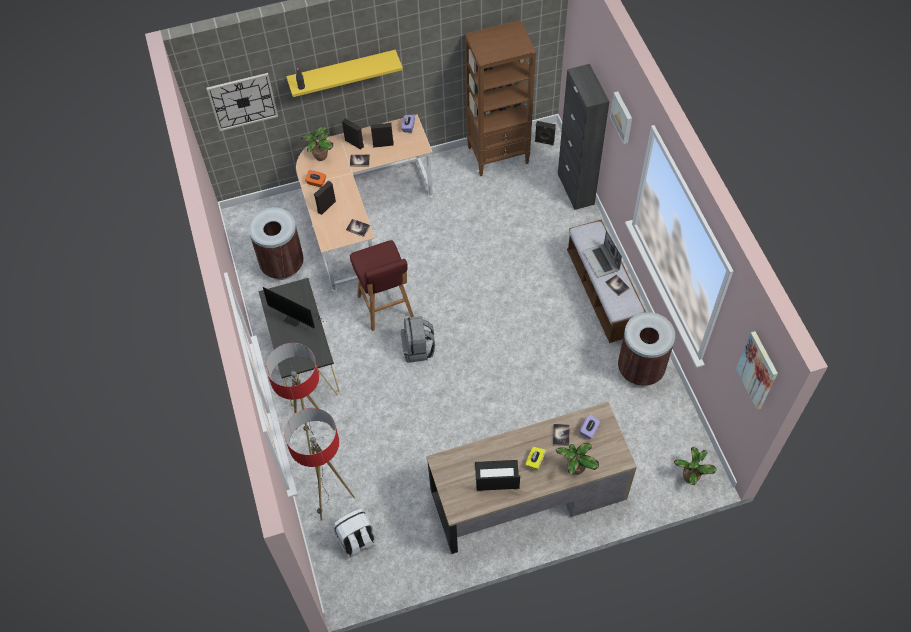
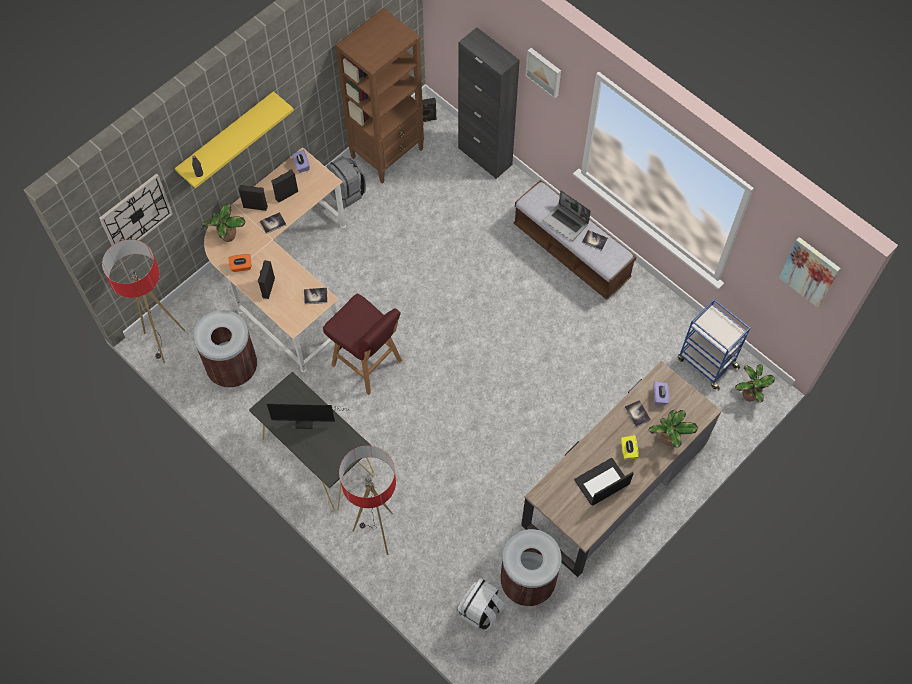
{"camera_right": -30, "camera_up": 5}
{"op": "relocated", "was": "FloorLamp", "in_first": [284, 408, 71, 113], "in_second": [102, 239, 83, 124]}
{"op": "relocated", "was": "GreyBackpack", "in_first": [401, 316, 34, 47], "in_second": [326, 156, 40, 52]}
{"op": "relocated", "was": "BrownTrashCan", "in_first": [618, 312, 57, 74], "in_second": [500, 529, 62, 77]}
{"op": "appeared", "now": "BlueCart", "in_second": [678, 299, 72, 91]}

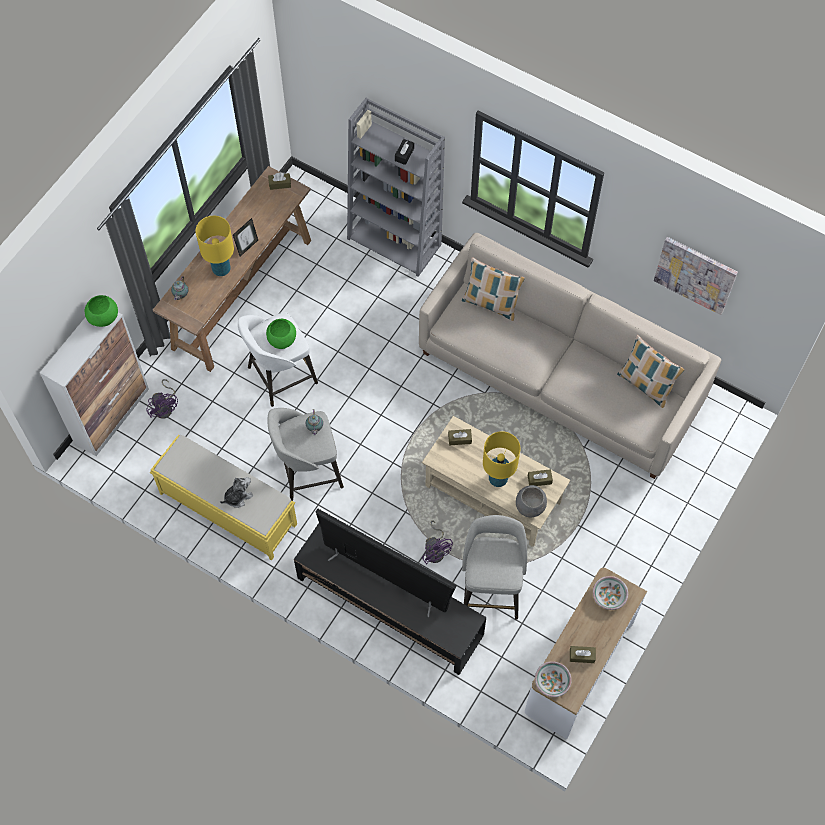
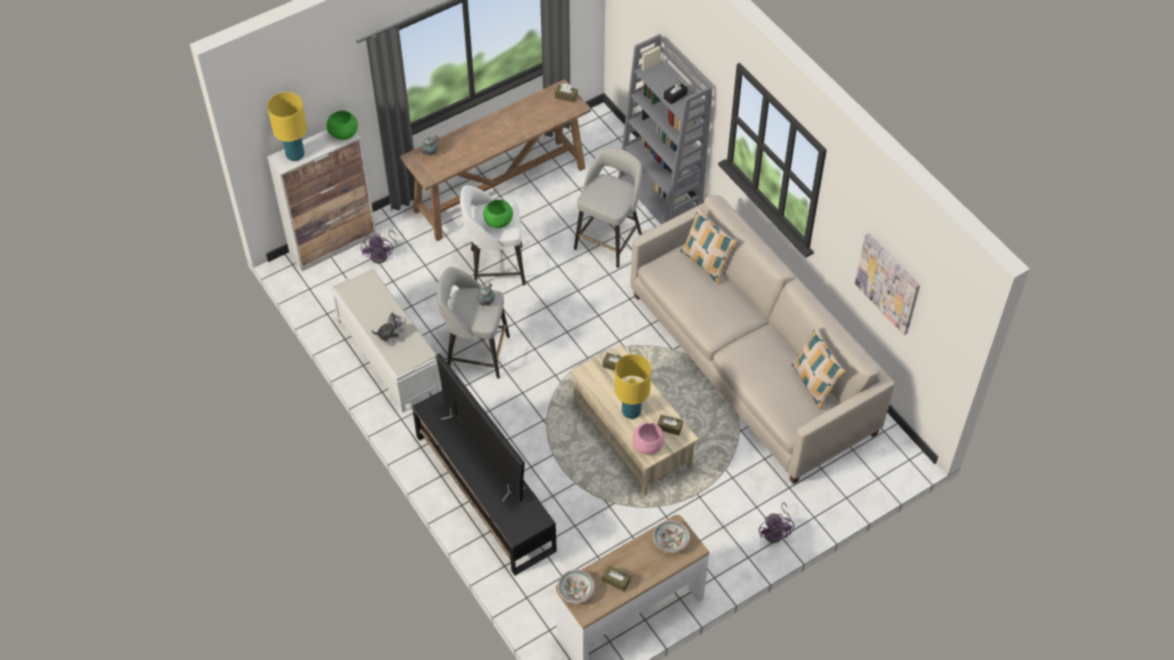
{"camera_right": 25, "camera_up": -10}
{"op": "colour", "was": "YellowBench", "now": "WhiteBench", "in_first": [150, 435, 147, 126], "in_second": [330, 269, 112, 144]}
{"op": "relocated", "was": "YellowTableLamp", "in_first": [195, 216, 39, 60], "in_second": [267, 92, 40, 69]}
{"op": "missing", "was": "PictureFrame", "in_first": [233, 218, 25, 38]}
{"op": "relocated", "was": "PurpleFan", "in_first": [422, 521, 31, 44], "in_second": [759, 502, 35, 41]}
{"op": "relocated", "was": "GreyStool", "in_first": [462, 515, 65, 105], "in_second": [574, 147, 68, 121]}
{"op": "colour", "was": "GreyBowl", "now": "PinkBowl", "in_first": [516, 485, 31, 32], "in_second": [632, 423, 33, 32]}

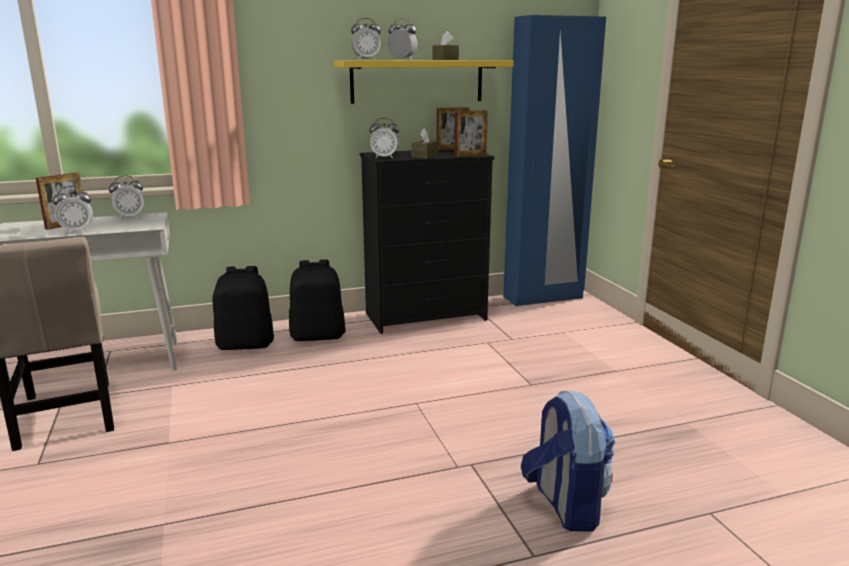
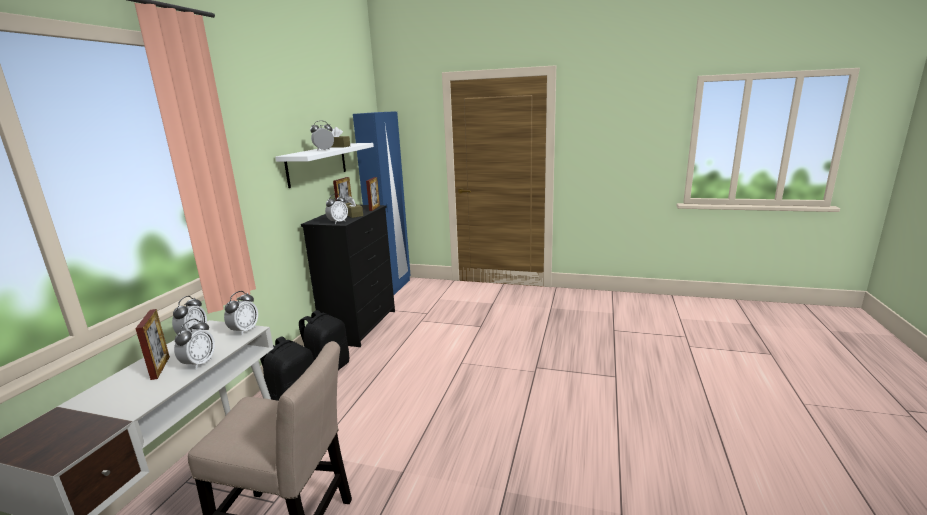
{"camera_right": -55, "camera_up": 0}
{"op": "colour", "was": "YellowShelf", "now": "WhiteShelf", "in_first": [334, 60, 180, 44], "in_second": [275, 143, 99, 45]}
{"op": "relocated", "was": "AlarmClock", "in_first": [351, 18, 30, 42], "in_second": [224, 291, 34, 44]}
{"op": "missing", "was": "Backpack", "in_first": [521, 391, 95, 141]}

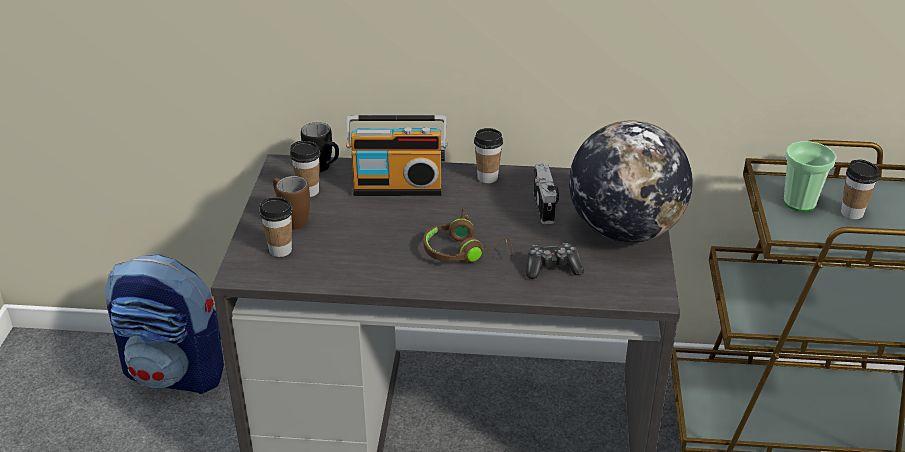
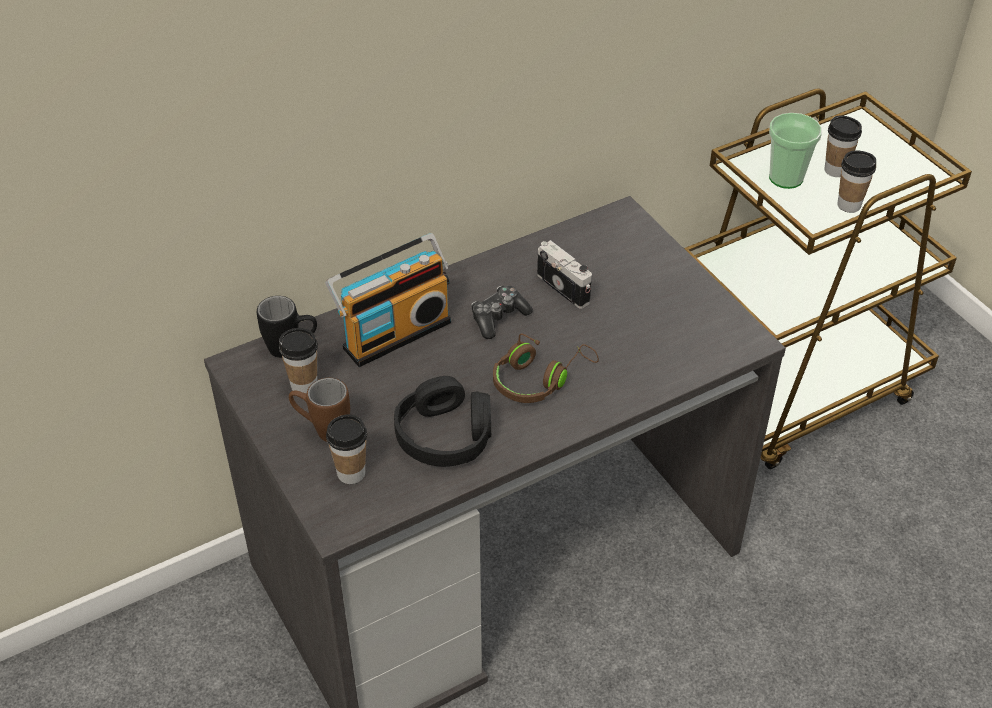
{"camera_right": -35, "camera_up": 10}
{"op": "missing", "was": "Backpack", "in_first": [105, 255, 119, 139]}
{"op": "relocated", "was": "Cup", "in_first": [474, 128, 29, 55], "in_second": [838, 150, 38, 63]}
{"op": "relocated", "was": "GameController", "in_first": [526, 243, 58, 36], "in_second": [471, 286, 62, 53]}
{"op": "missing", "was": "Globe", "in_first": [569, 121, 123, 122]}
{"op": "appeared", "now": "BlackHeadphones", "in_second": [394, 376, 97, 91]}

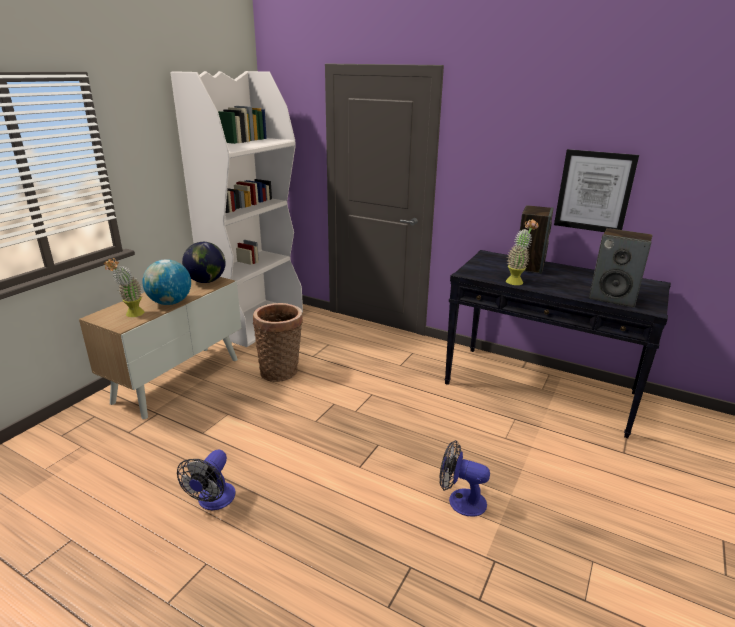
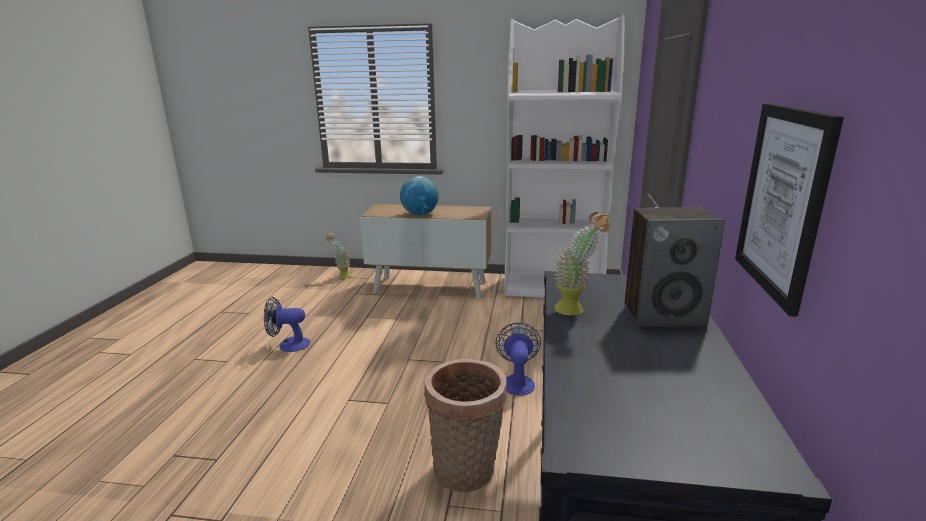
{"camera_right": 70, "camera_up": -5}
{"op": "relocated", "was": "PottedPlant", "in_first": [104, 258, 40, 59], "in_second": [326, 233, 25, 46]}
{"op": "missing", "was": "Globe", "in_first": [182, 242, 44, 41]}
{"op": "relocated", "was": "Basket", "in_first": [253, 303, 50, 79], "in_second": [424, 359, 83, 133]}
{"op": "relocated", "was": "Fan", "in_first": [440, 440, 50, 77], "in_second": [495, 323, 46, 73]}
{"op": "missing", "was": "Speaker", "in_first": [589, 228, 64, 80]}

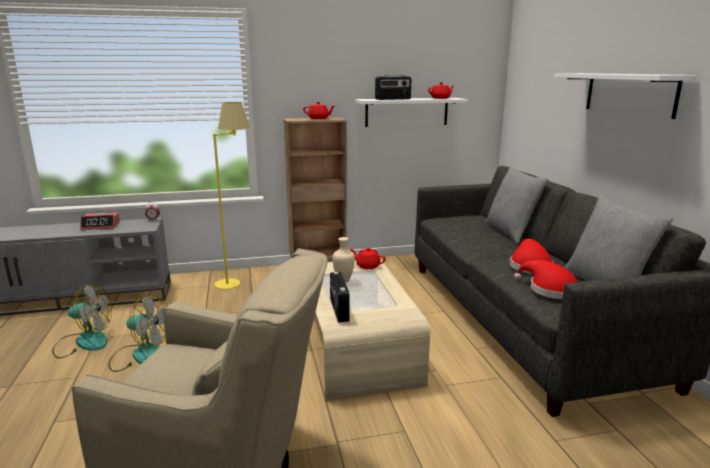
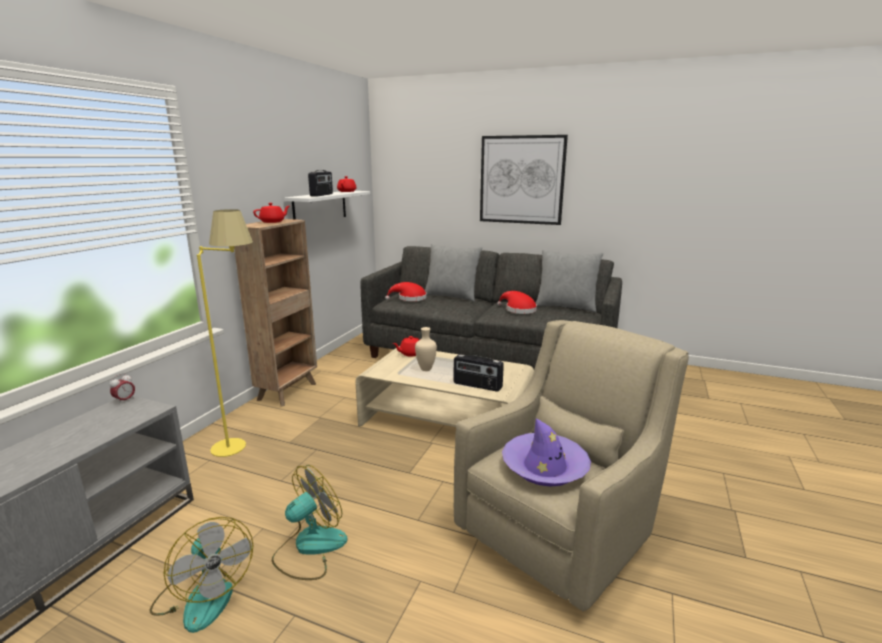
{"camera_right": -55, "camera_up": 0}
{"op": "spun", "was": "Fan", "in_first": [52, 283, 60, 75], "in_second": [149, 517, 104, 116], "clockwise": 105}
{"op": "missing", "was": "AlarmClock", "in_first": [80, 212, 40, 18]}
{"op": "relocated", "was": "RedHat", "in_first": [514, 260, 64, 39], "in_second": [385, 282, 42, 19]}
{"op": "exchanged", "was": "WhiteShelf", "now": "Picture", "in_first": [554, 73, 143, 46], "in_second": [480, 135, 88, 90]}
{"op": "appeared", "now": "PurpleHat", "in_second": [502, 418, 89, 69]}

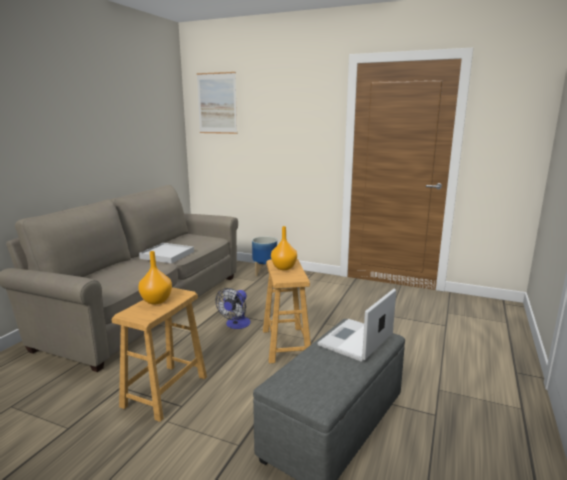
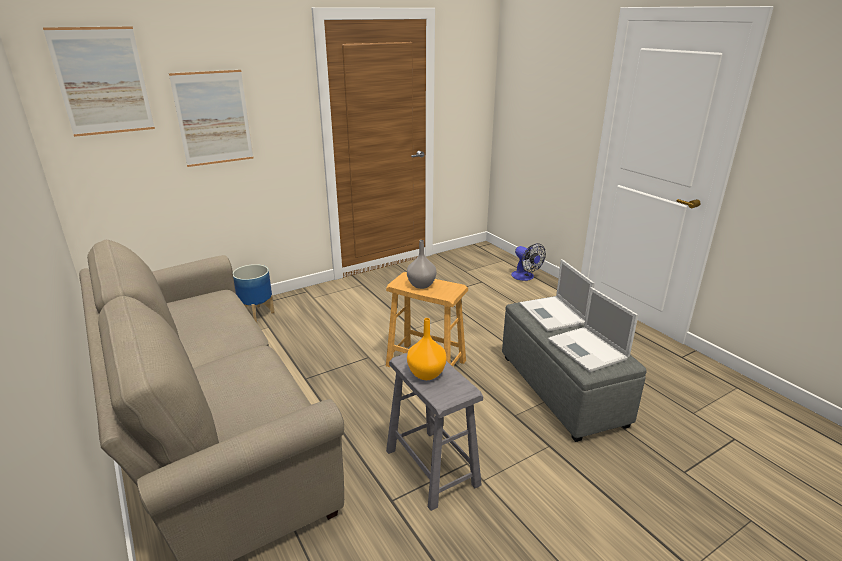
{"camera_right": -55, "camera_up": 10}
{"op": "colour", "was": "BrownStool", "now": "GreyStool", "in_first": [112, 287, 95, 135], "in_second": [386, 353, 97, 158]}
{"op": "missing", "was": "WhiteTray", "in_first": [139, 243, 55, 21]}
{"op": "relocated", "was": "Fan", "in_first": [215, 288, 35, 41], "in_second": [511, 243, 35, 38]}
{"op": "colour", "was": "OrangeVase", "now": "GreyVase", "in_first": [271, 226, 26, 44], "in_second": [407, 240, 30, 49]}
{"op": "appeared", "now": "Picture", "in_second": [169, 70, 85, 97]}
{"op": "appeared", "now": "Laptop", "in_second": [548, 287, 90, 85]}

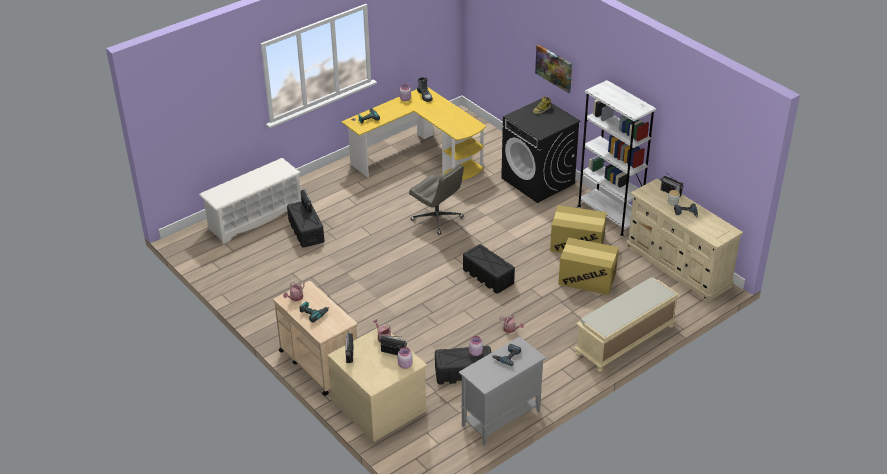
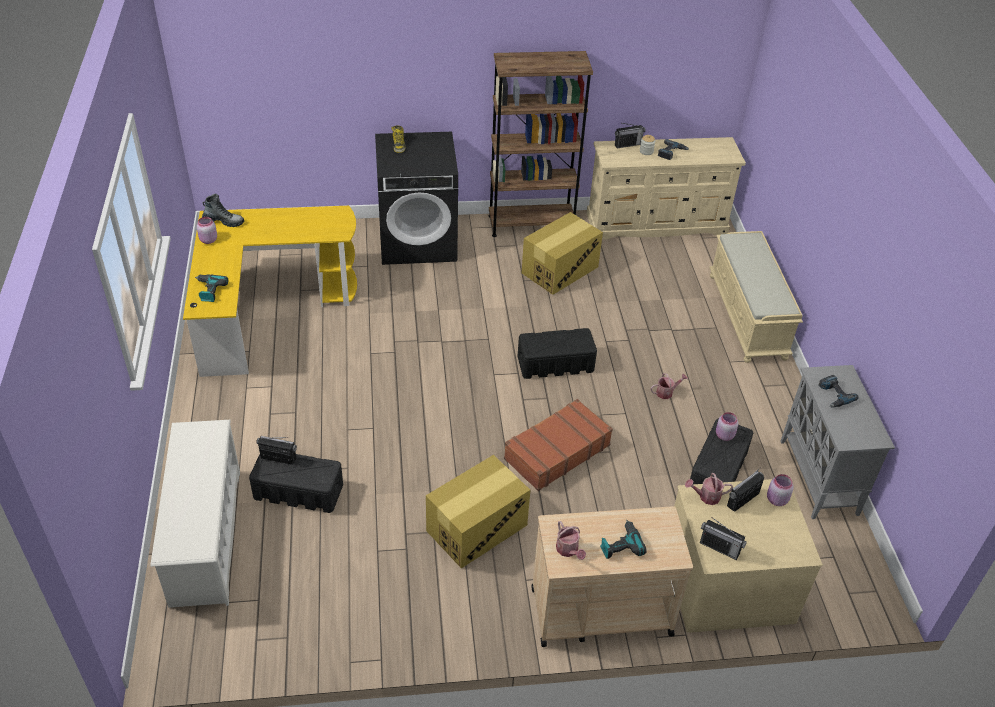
{"camera_right": -60, "camera_up": 5}
{"op": "missing", "was": "GreyOfficeChair", "in_first": [409, 164, 55, 71]}
{"op": "missing", "was": "Picture", "in_first": [535, 44, 37, 49]}
{"op": "relocated", "was": "CardboardBox", "in_first": [558, 237, 61, 58], "in_second": [426, 455, 104, 113]}
{"op": "colour", "was": "WhiteBookcase", "now": "BrownBookcase", "in_first": [578, 80, 78, 156], "in_second": [489, 51, 104, 186]}
{"op": "appeared", "now": "BrownSuitcase", "in_second": [504, 399, 109, 92]}

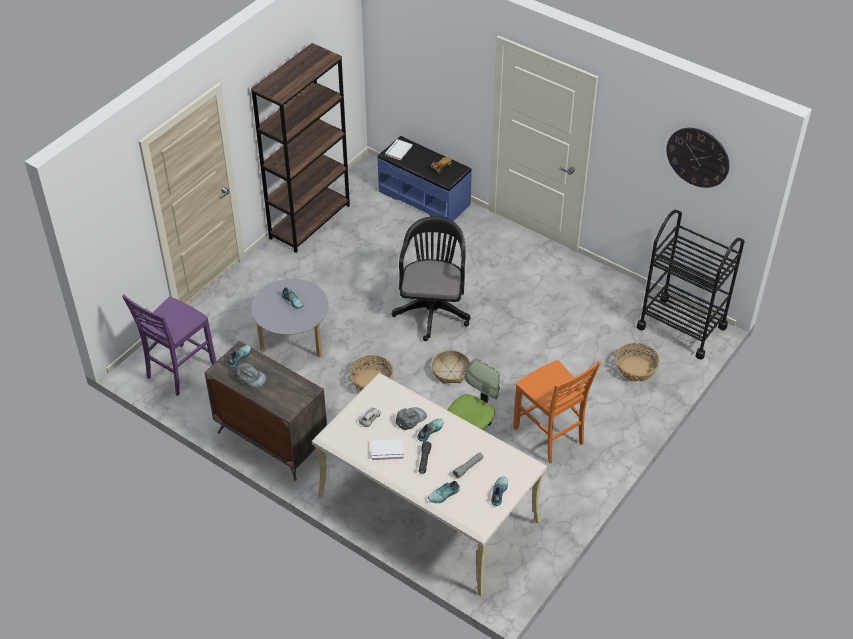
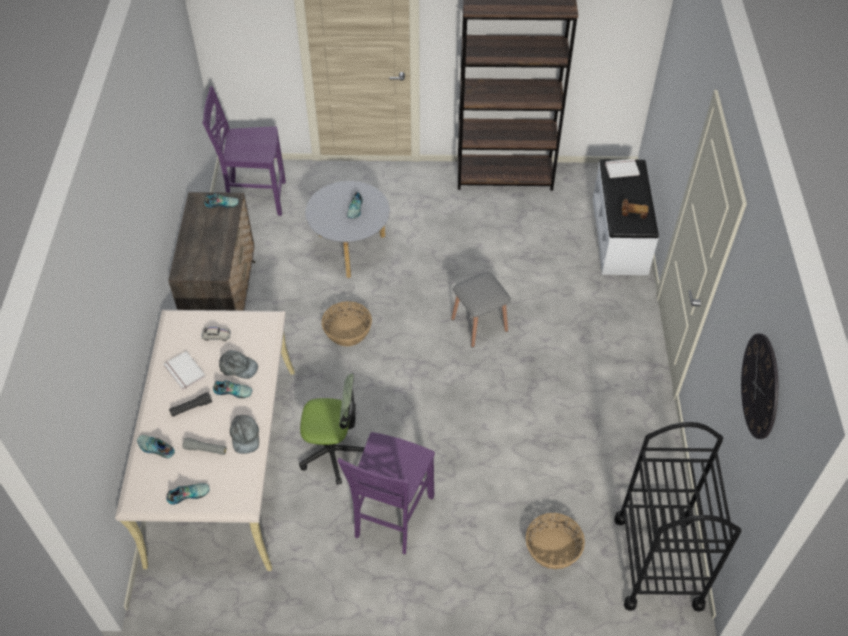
{"camera_right": 55, "camera_up": 5}
{"op": "relocated", "was": "GreyCap", "in_first": [235, 363, 32, 24], "in_second": [230, 415, 29, 39]}
{"op": "colour", "was": "BlueBench", "now": "WhiteBench", "in_first": [377, 136, 95, 85], "in_second": [593, 159, 66, 116]}
{"op": "exchanged", "was": "BlackOfficeChair", "now": "GreyStool", "in_first": [392, 216, 78, 125], "in_second": [451, 272, 60, 75]}
{"op": "missing", "was": "Basket", "in_first": [431, 350, 39, 34]}
{"op": "colour", "was": "OrangeChair", "now": "PurpleChair", "in_first": [513, 360, 88, 103], "in_second": [337, 432, 98, 122]}

